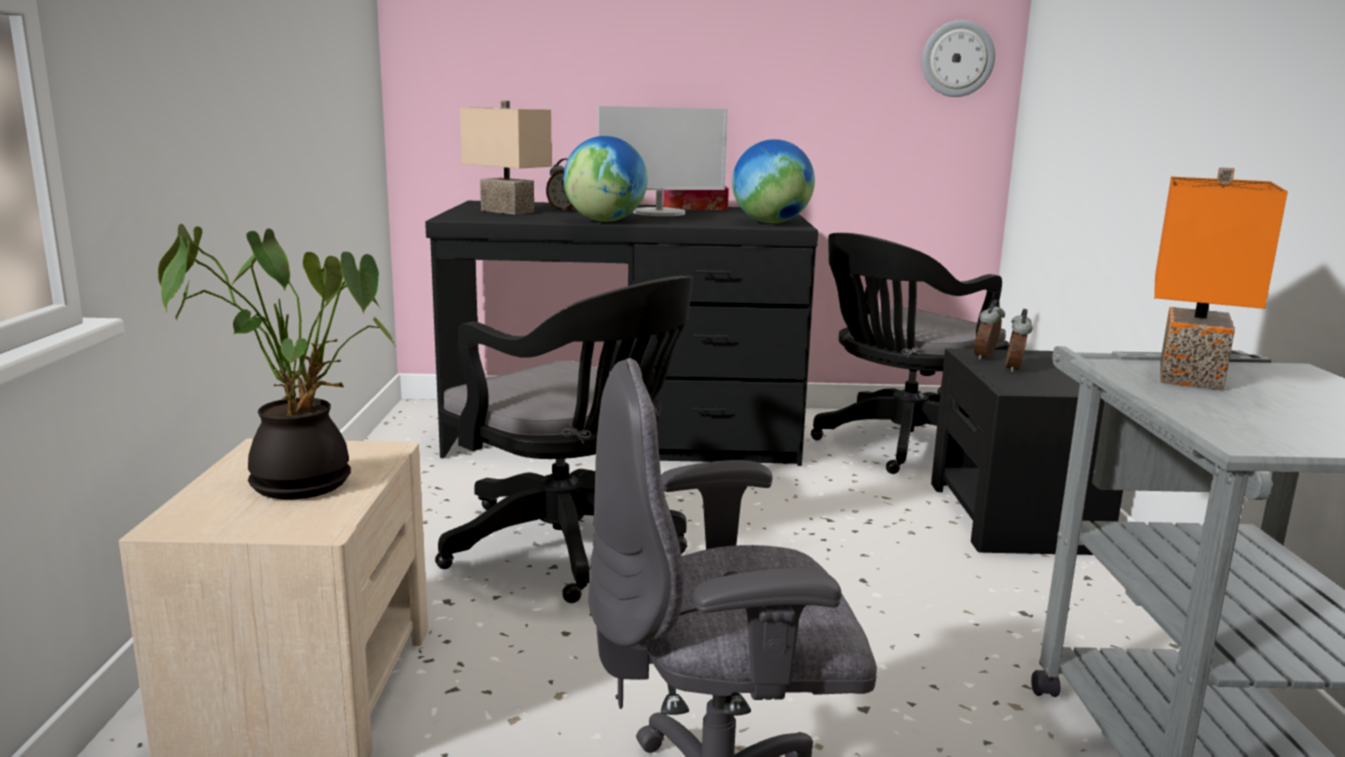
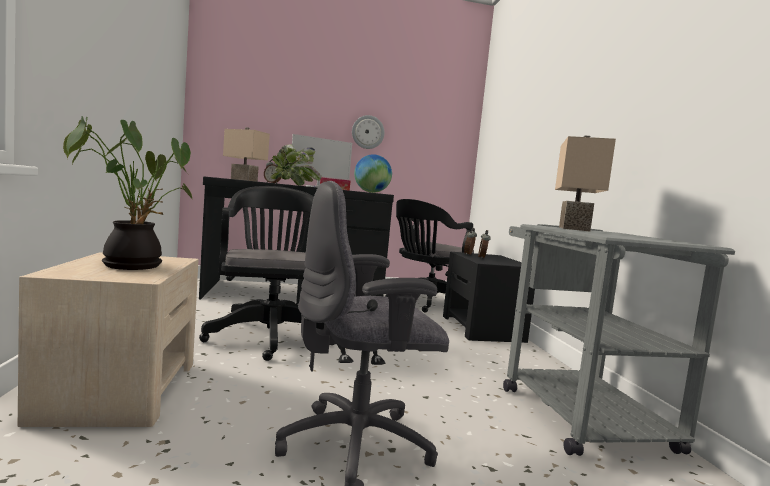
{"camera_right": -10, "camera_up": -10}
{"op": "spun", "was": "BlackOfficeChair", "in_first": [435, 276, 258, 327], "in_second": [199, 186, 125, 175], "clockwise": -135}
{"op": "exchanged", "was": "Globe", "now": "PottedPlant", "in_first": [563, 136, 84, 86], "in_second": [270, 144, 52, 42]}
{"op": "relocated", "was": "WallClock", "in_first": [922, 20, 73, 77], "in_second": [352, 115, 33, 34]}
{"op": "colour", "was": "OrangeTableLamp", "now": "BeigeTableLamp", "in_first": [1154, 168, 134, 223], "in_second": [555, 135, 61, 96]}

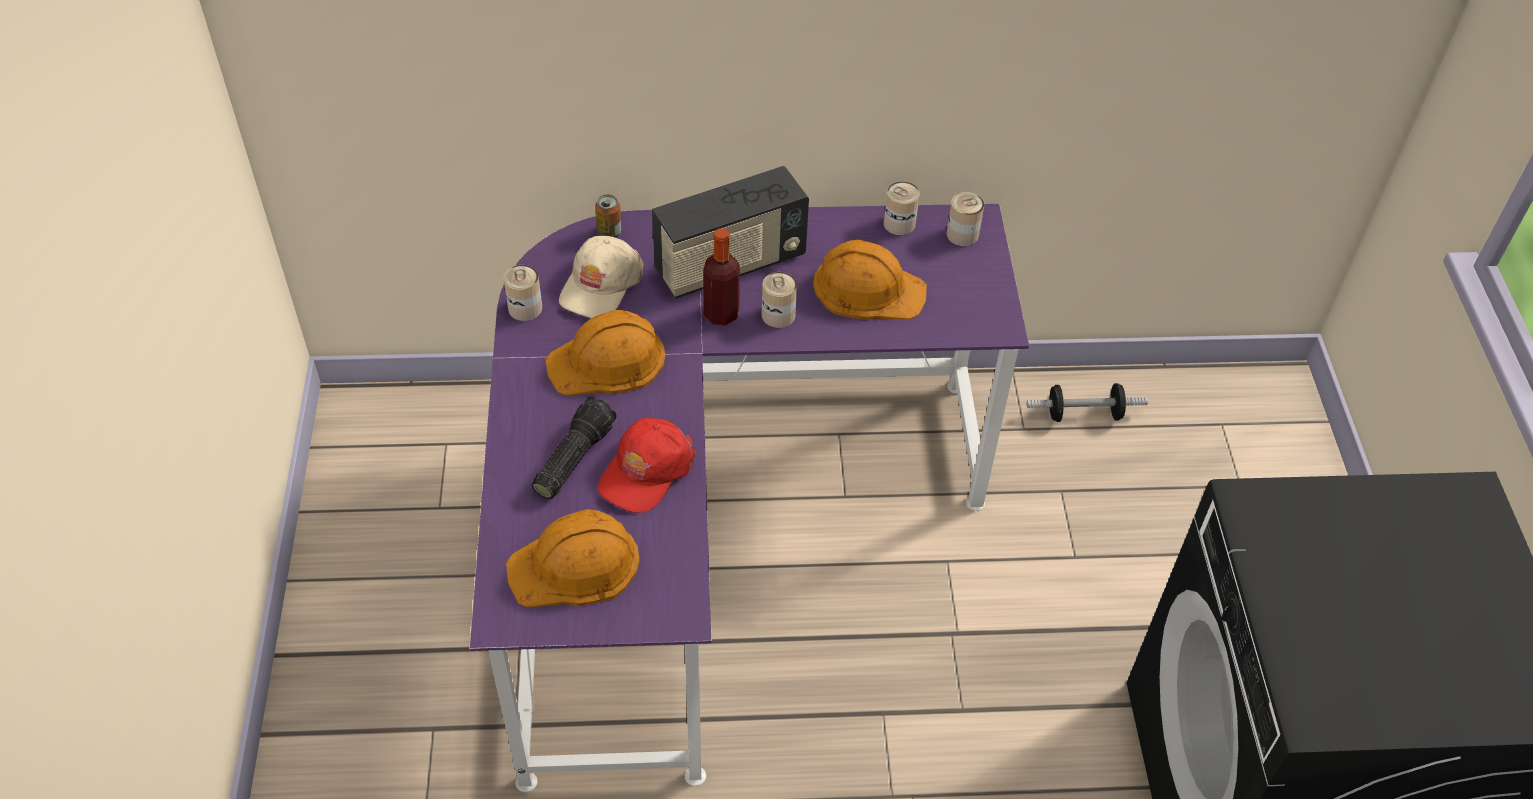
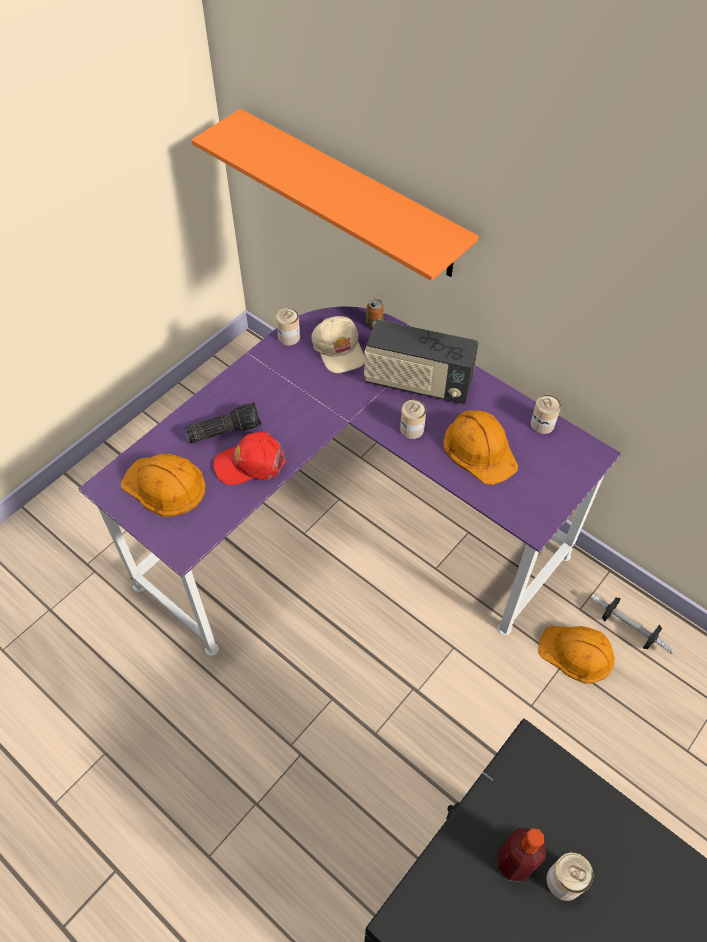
{"camera_right": 45, "camera_up": 5}
{"op": "relocated", "was": "OrangeHardHat", "in_first": [545, 310, 121, 86], "in_second": [538, 626, 77, 58]}
{"op": "spun", "was": "BeigeCap", "in_first": [559, 236, 85, 82], "in_second": [311, 316, 53, 57], "clockwise": -90}
{"op": "relocated", "was": "Bottle", "in_first": [703, 228, 37, 98], "in_second": [498, 828, 48, 54]}
{"op": "relocated", "was": "Can", "in_first": [947, 192, 37, 54], "in_second": [547, 853, 46, 48]}
{"op": "appeared", "now": "OrangeShelf", "in_second": [191, 109, 288, 172]}

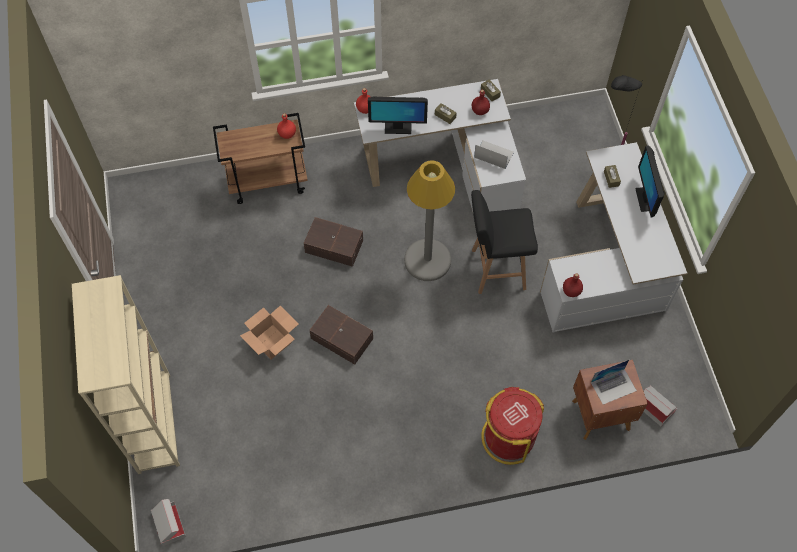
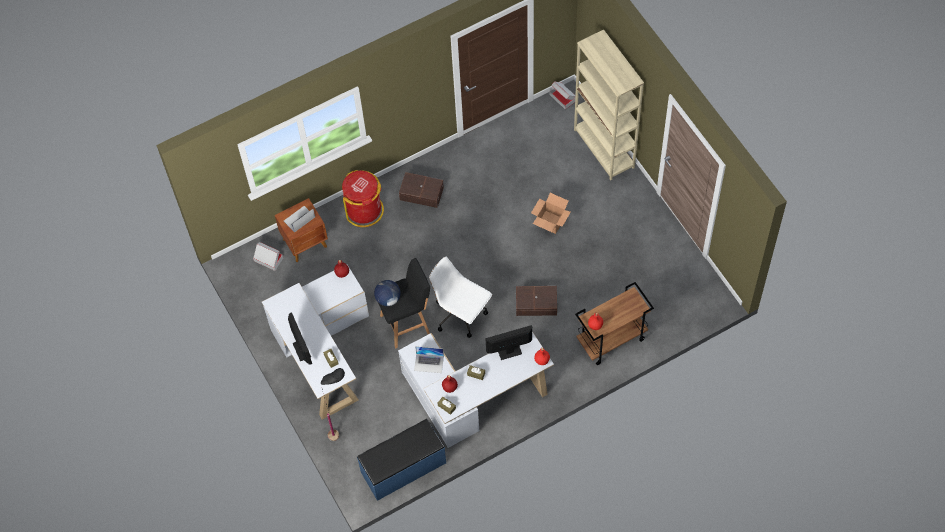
{"camera_right": 165, "camera_up": 0}
{"op": "relocated", "was": "BrownStorageBox", "in_first": [309, 305, 64, 60], "in_second": [399, 172, 45, 36]}
{"op": "exchanged", "was": "GreyFloorLamp", "now": "WhiteOfficeChair", "in_first": [404, 160, 51, 121], "in_second": [429, 257, 63, 81]}
{"op": "appeared", "now": "BlueBench", "in_second": [357, 419, 89, 82]}
{"op": "appeared", "now": "Globe", "in_second": [374, 280, 27, 26]}

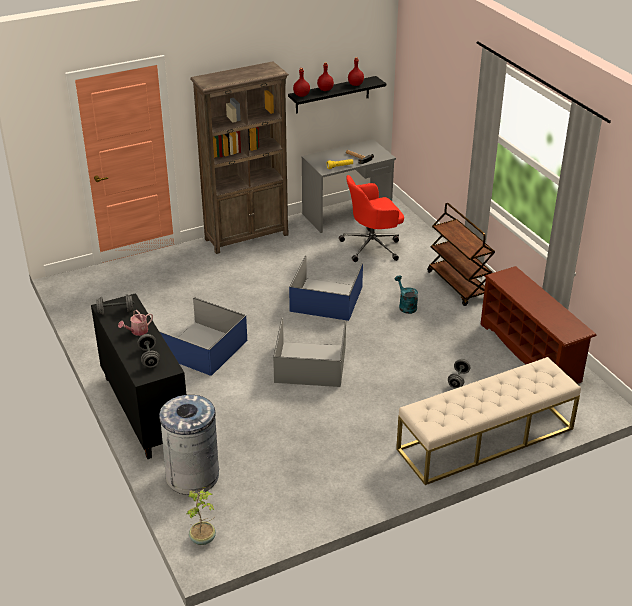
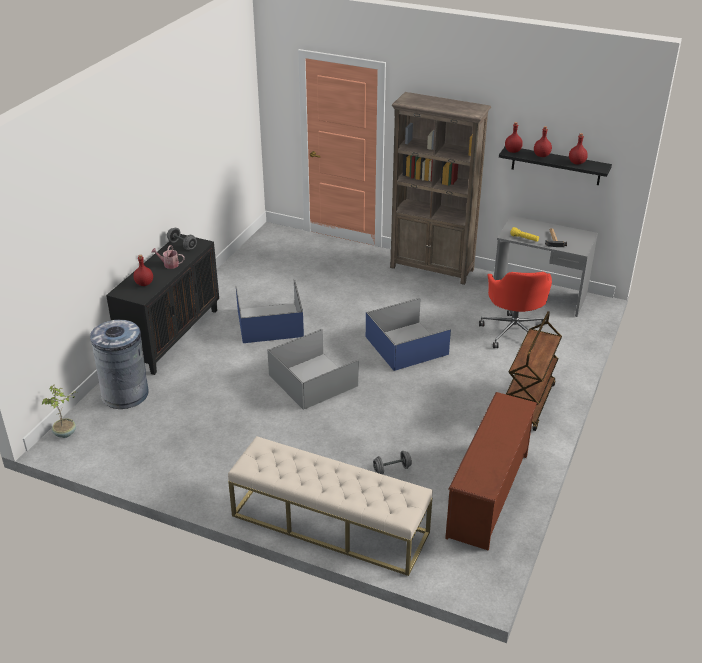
{"camera_right": 50, "camera_up": 0}
{"op": "exchanged", "was": "GreyDumbbell", "now": "RedBottle", "in_first": [137, 334, 23, 34], "in_second": [133, 255, 20, 31]}
{"op": "spun", "was": "RedOfficeChair", "in_first": [339, 175, 65, 87], "in_second": [479, 272, 73, 76], "clockwise": -120}
{"op": "missing", "was": "TurquoiseWateringCan", "in_first": [395, 275, 23, 39]}

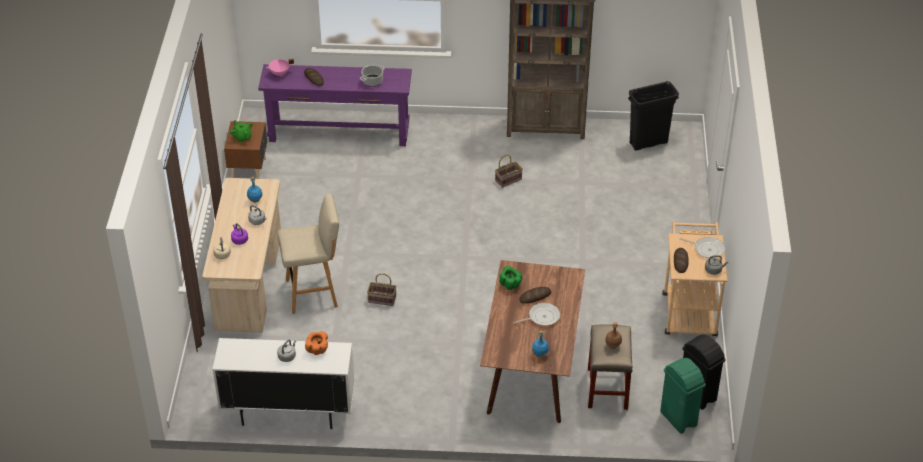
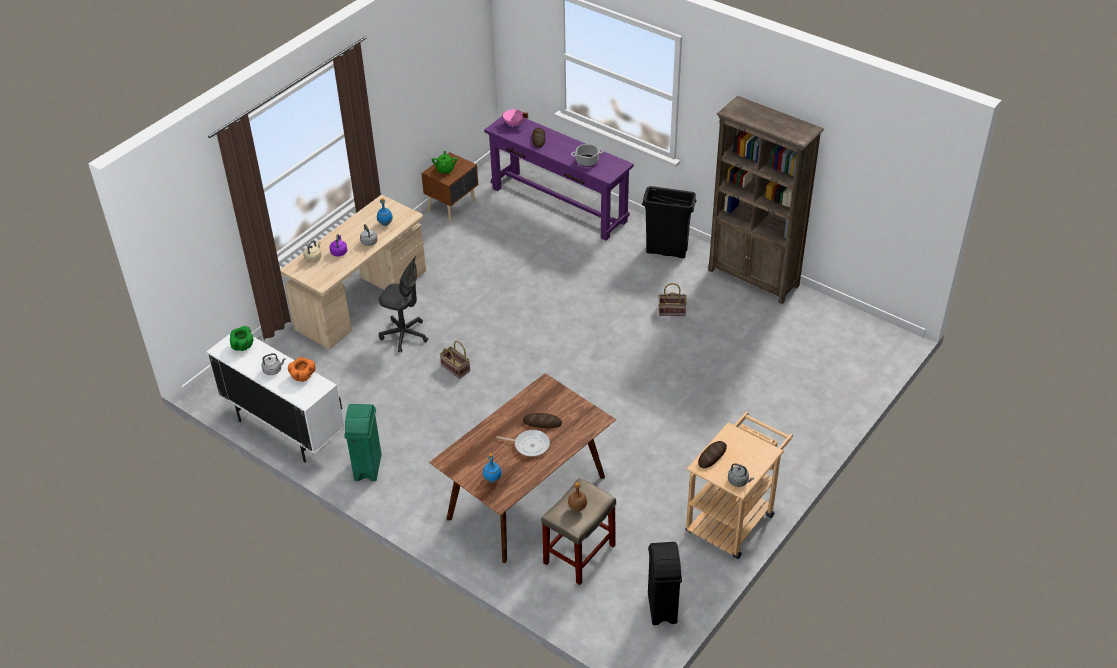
{"camera_right": 35, "camera_up": 0}
{"op": "exchanged", "was": "BeigeStool", "now": "GreyOfficeChair", "in_first": [277, 194, 62, 120], "in_second": [379, 256, 49, 96]}
{"op": "relocated", "was": "GreenBowl", "in_first": [499, 266, 23, 24], "in_second": [230, 326, 24, 25]}
{"op": "relocated", "was": "BlackTrashCan", "in_first": [628, 81, 51, 70], "in_second": [642, 186, 55, 72]}
{"op": "relocated", "was": "GreenTrashCan", "in_first": [660, 358, 46, 76], "in_second": [344, 404, 38, 77]}
{"op": "missing", "was": "FryingPan", "in_first": [680, 237, 45, 21]}

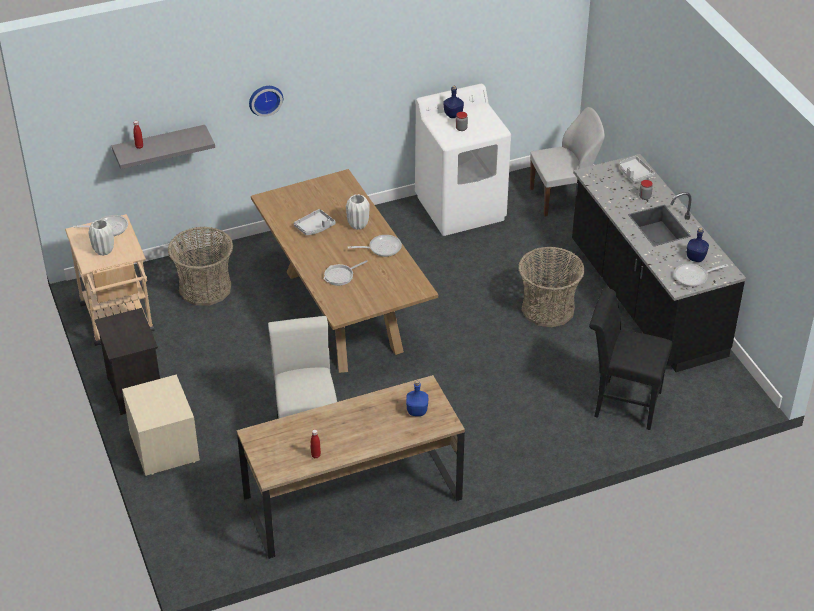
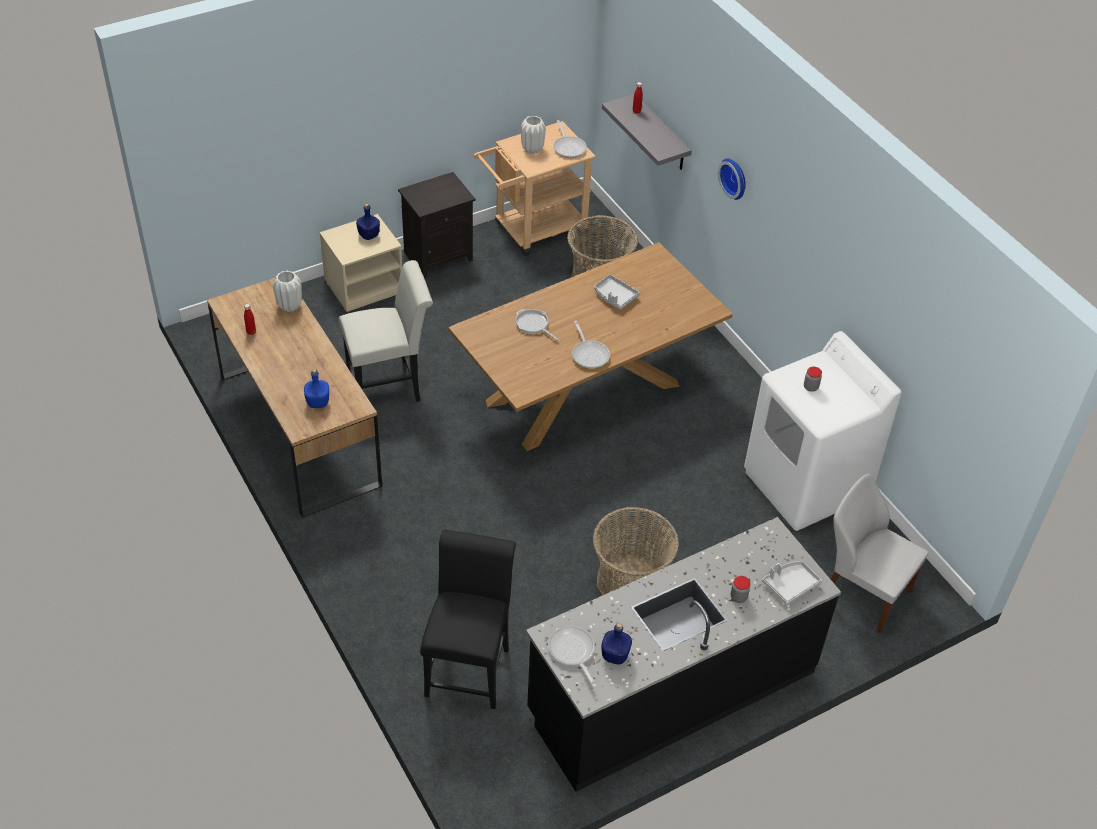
{"camera_right": 80, "camera_up": 5}
{"op": "relocated", "was": "WhiteVase", "in_first": [346, 194, 24, 36], "in_second": [273, 271, 29, 41]}
{"op": "relocated", "was": "BlueBottle", "in_first": [443, 86, 21, 32], "in_second": [356, 203, 24, 37]}
{"op": "spun", "was": "WhiteChair", "in_first": [530, 107, 75, 110], "in_second": [831, 473, 97, 160], "clockwise": 150}

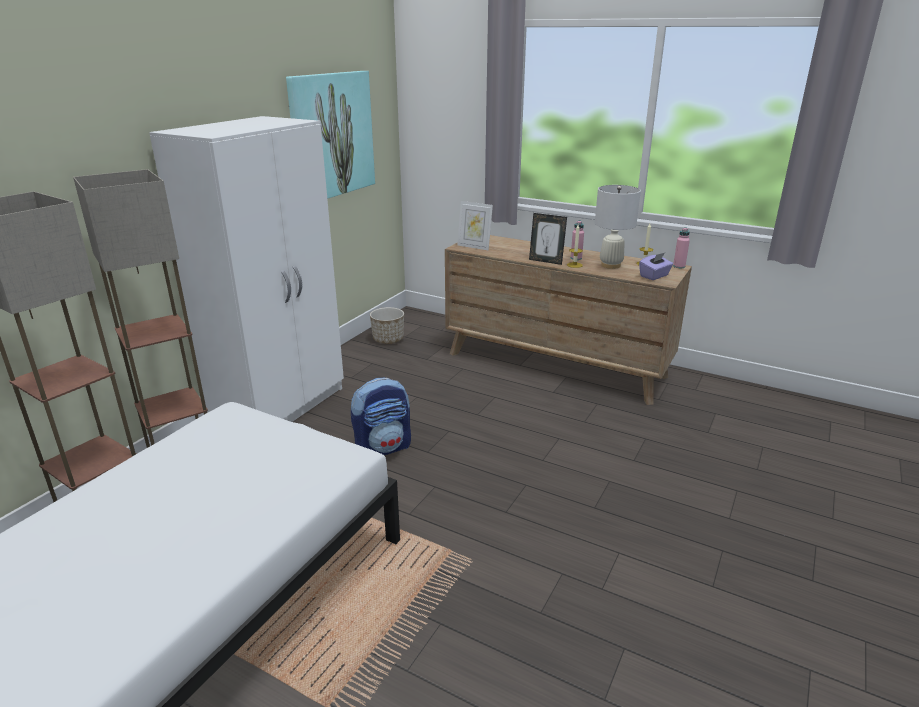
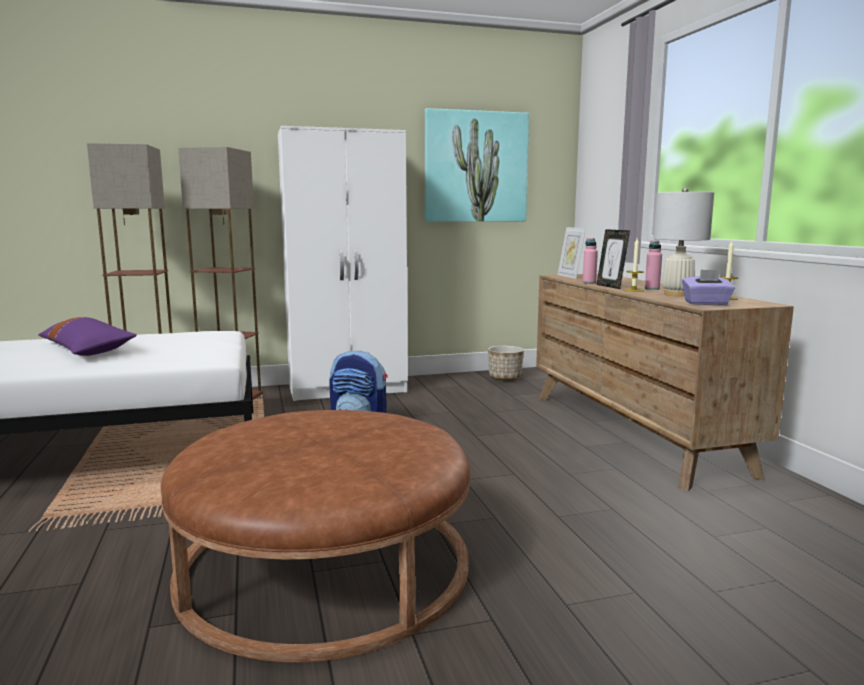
{"camera_right": 45, "camera_up": -15}
{"op": "relocated", "was": "PinkBottle", "in_first": [673, 227, 17, 41], "in_second": [583, 238, 15, 46]}
{"op": "appeared", "now": "PurplePillow", "in_second": [38, 317, 99, 39]}
{"op": "appeared", "now": "BrownOttoman", "in_second": [161, 410, 309, 252]}

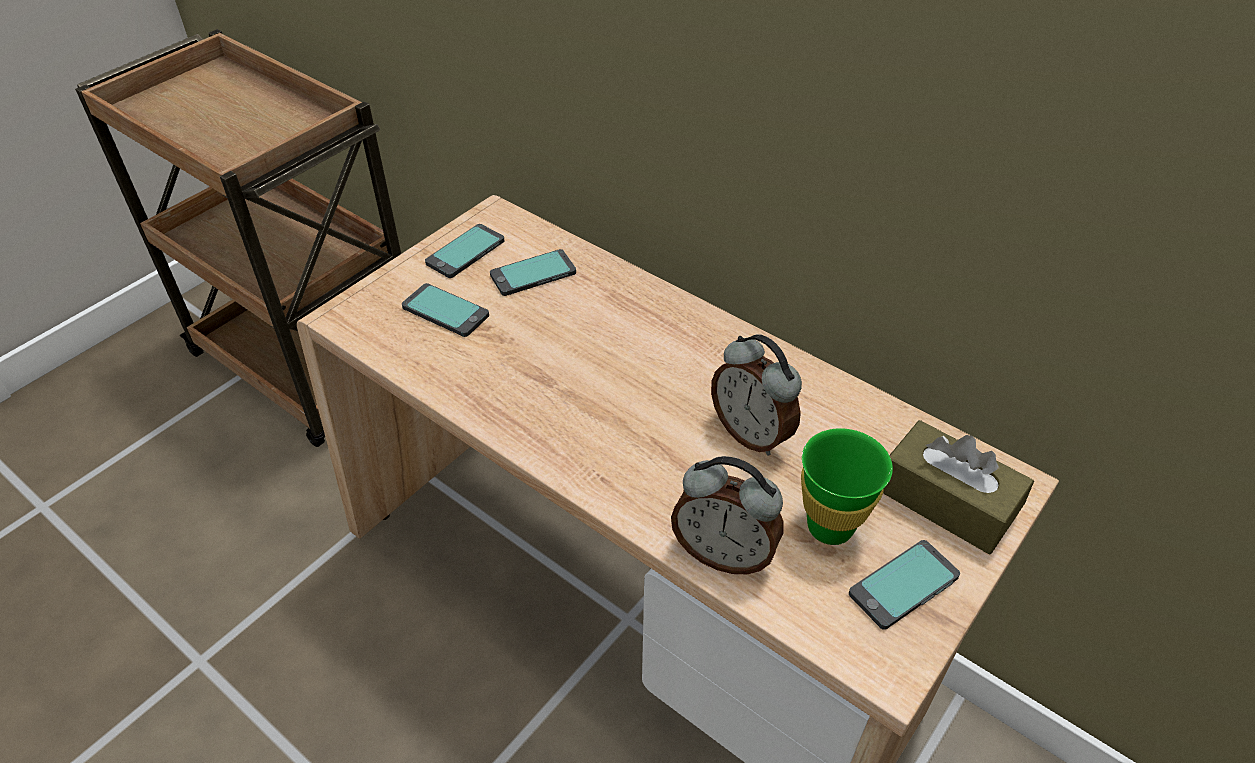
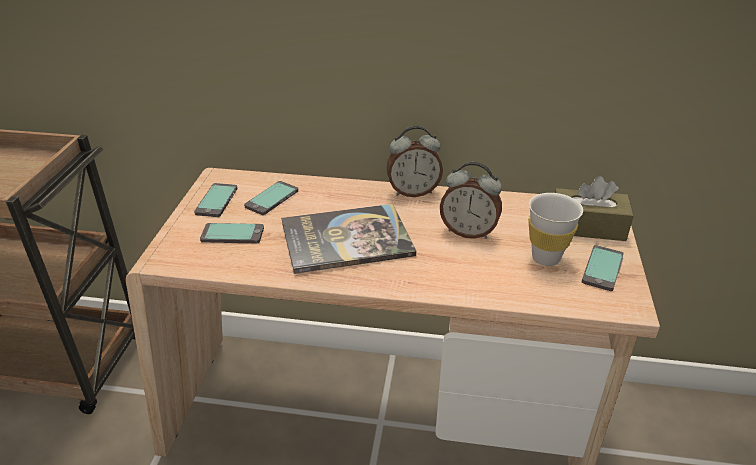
{"camera_right": -30, "camera_up": -10}
{"op": "relocated", "was": "AlarmClock", "in_first": [671, 456, 113, 118], "in_second": [387, 126, 56, 71]}
{"op": "colour", "was": "GreenCup", "now": "WhiteCup", "in_first": [801, 428, 92, 117], "in_second": [528, 193, 55, 73]}
{"op": "appeared", "now": "Book", "in_second": [281, 204, 135, 70]}

